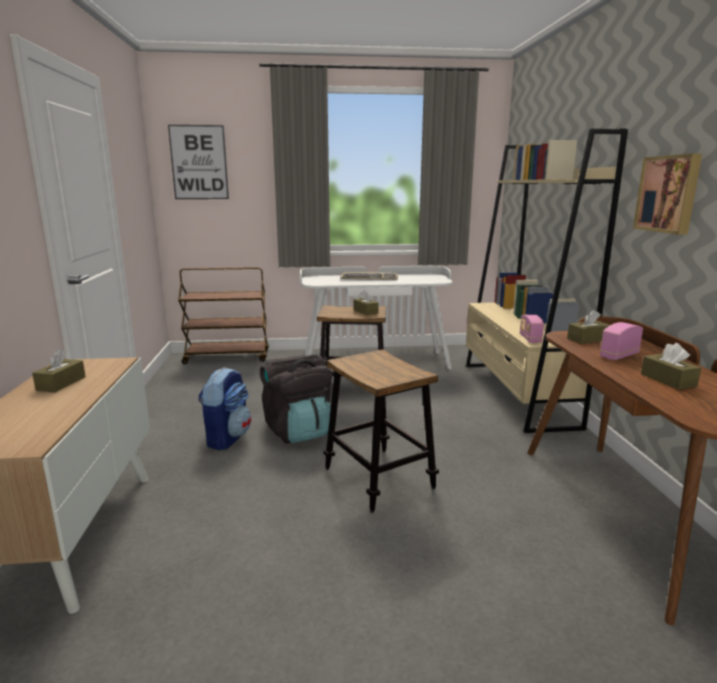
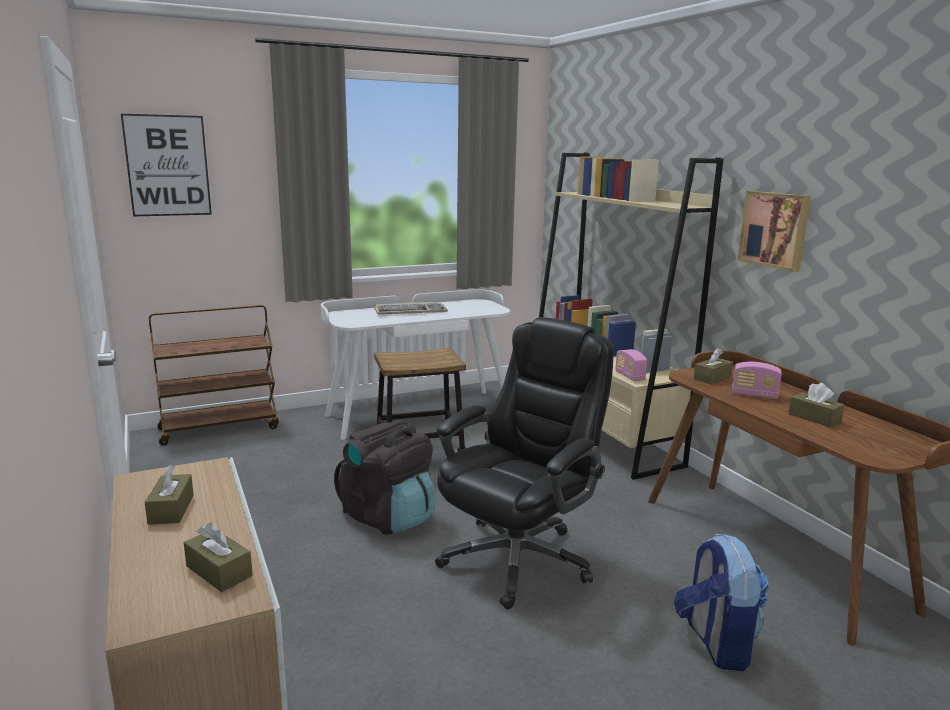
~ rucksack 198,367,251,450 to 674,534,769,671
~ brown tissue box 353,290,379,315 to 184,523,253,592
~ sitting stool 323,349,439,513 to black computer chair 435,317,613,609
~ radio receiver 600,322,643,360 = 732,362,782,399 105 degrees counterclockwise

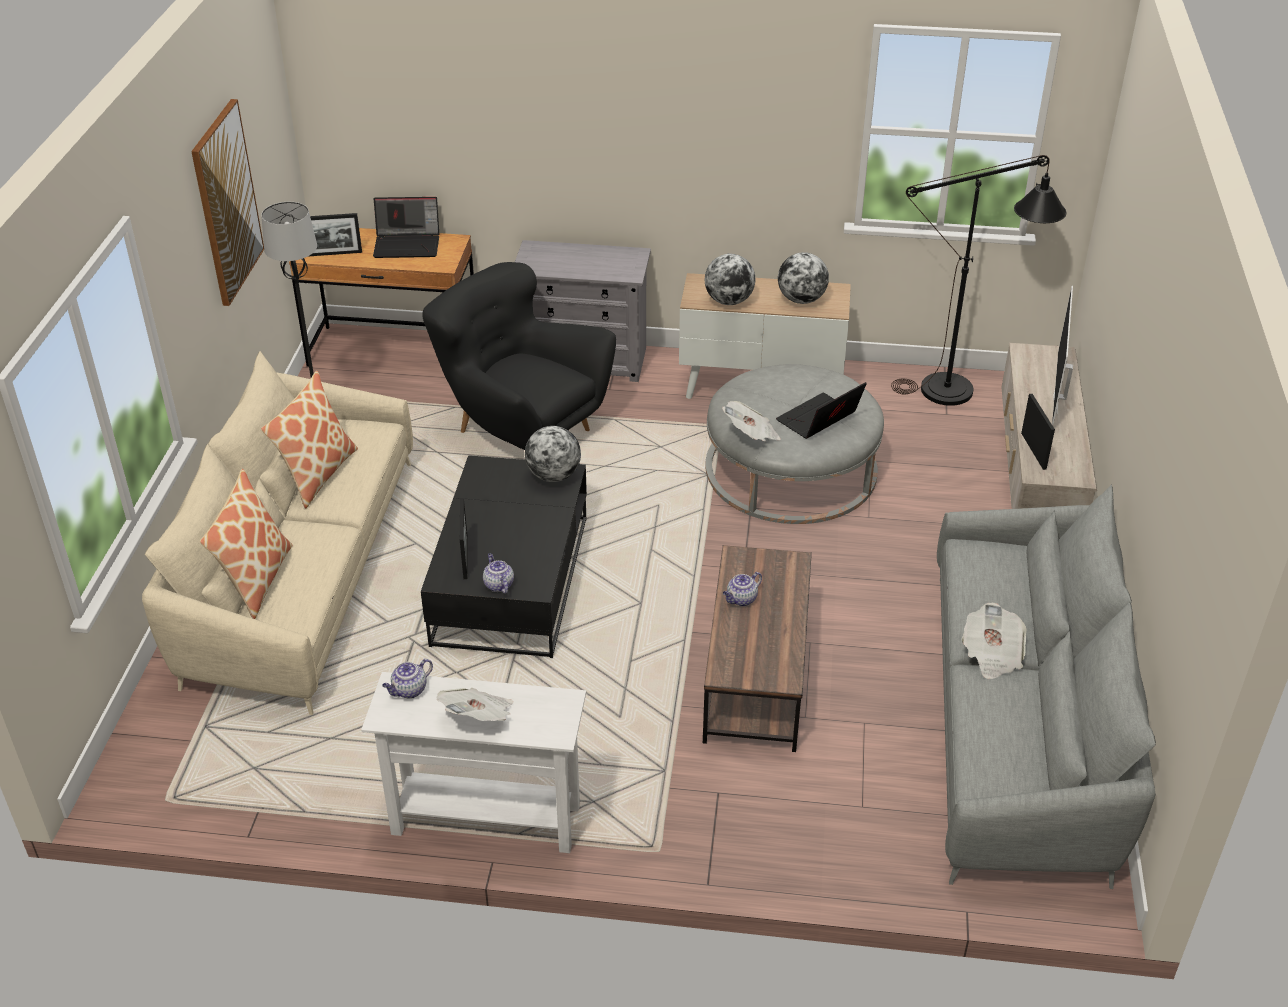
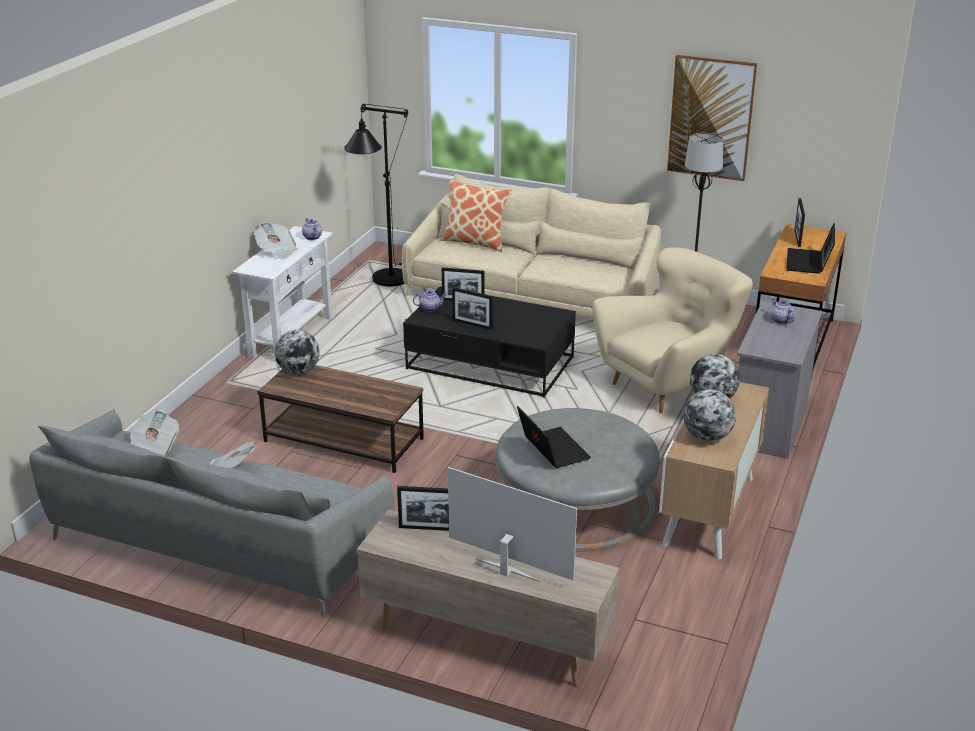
- pillow 261,371,358,509
+ photo frame 452,287,493,330
~ globe 525,426,581,482 to 275,330,320,374
~ printed paper 722,401,781,441 to 129,410,179,457
~ tea pot 723,572,762,606 to 771,298,795,324
~ black standing lamp 891,155,1066,406 to 344,104,408,286
~ black easy chair 422,262,616,450 to sand-coloured easy chair 592,247,753,413

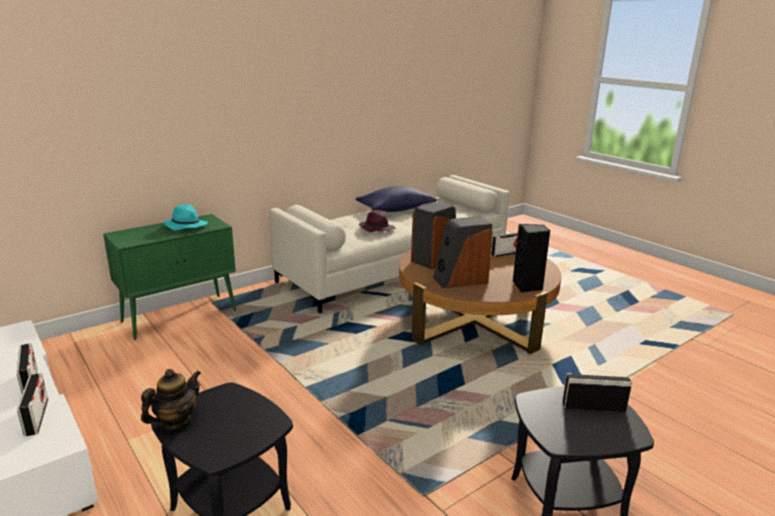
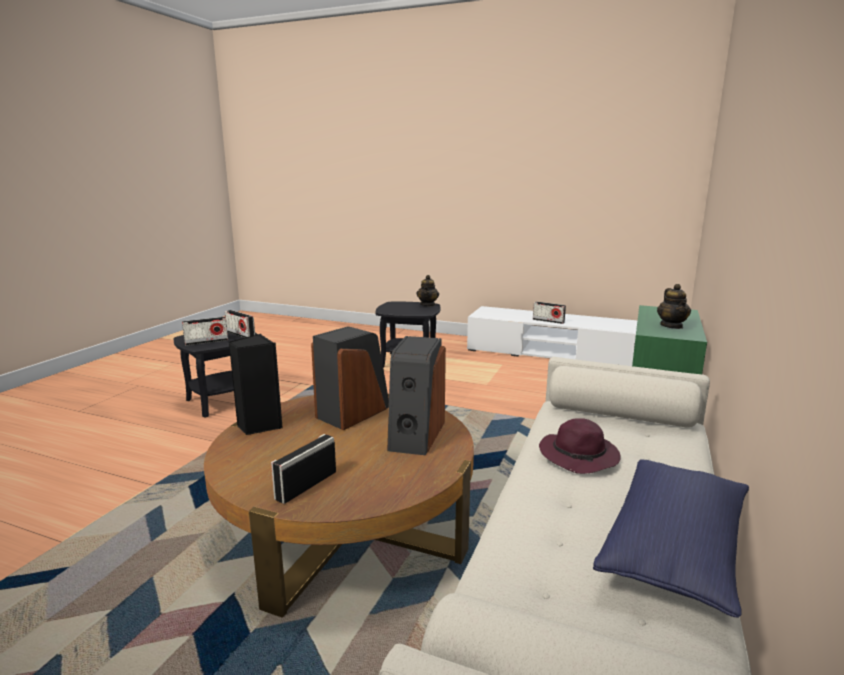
~ radio receiver 17,373,48,436 to 225,310,255,338
~ turquoise-coloured clothing hat 163,204,208,231 to tea pot 657,284,691,329

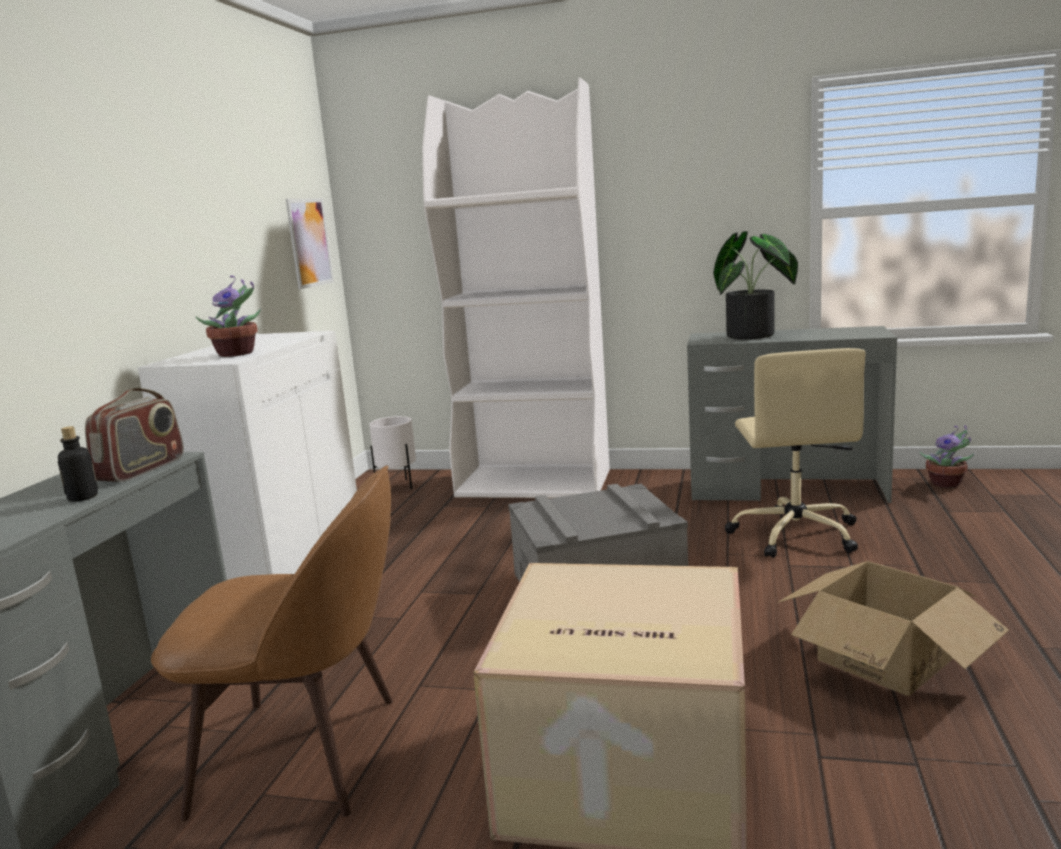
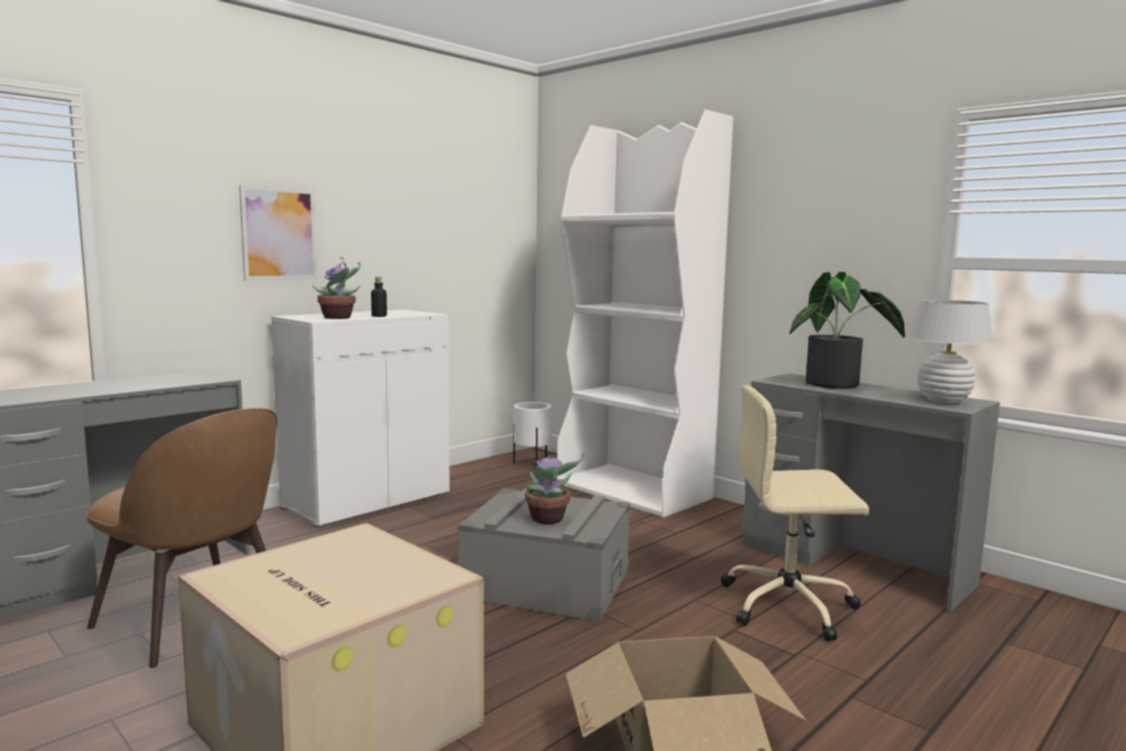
- radio receiver 85,388,184,482
+ white-coloured table lamp 909,300,993,404
~ drink bottle 58,426,98,501 to 371,277,387,317
~ wall art 286,199,334,289 to 239,185,317,281
~ potted plant 920,425,974,488 to 524,448,584,524
~ sand-coloured computer chair 724,348,866,558 = 721,385,869,642 60 degrees clockwise

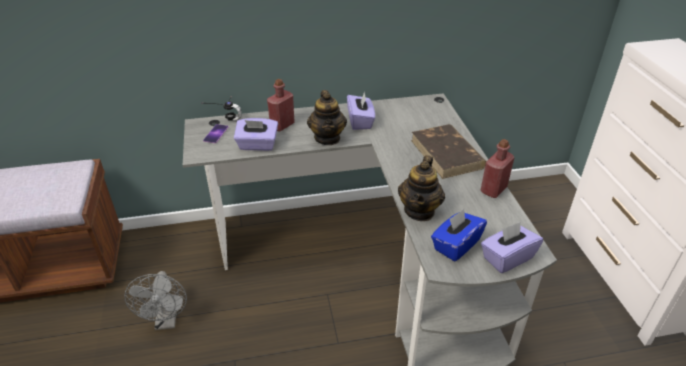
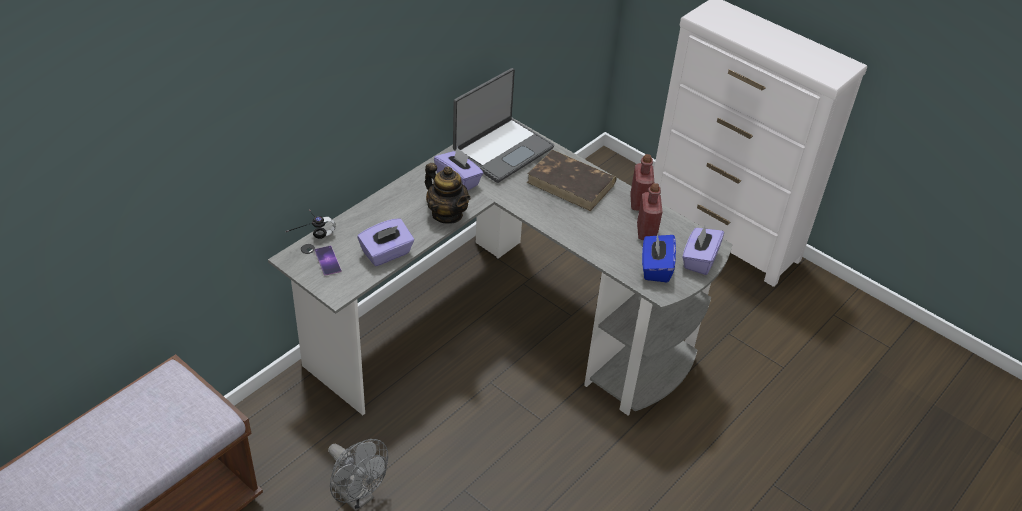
- tea pot 398,155,445,221
+ laptop 453,68,554,183
~ red-coloured drink bottle 267,79,295,132 to 637,183,662,240

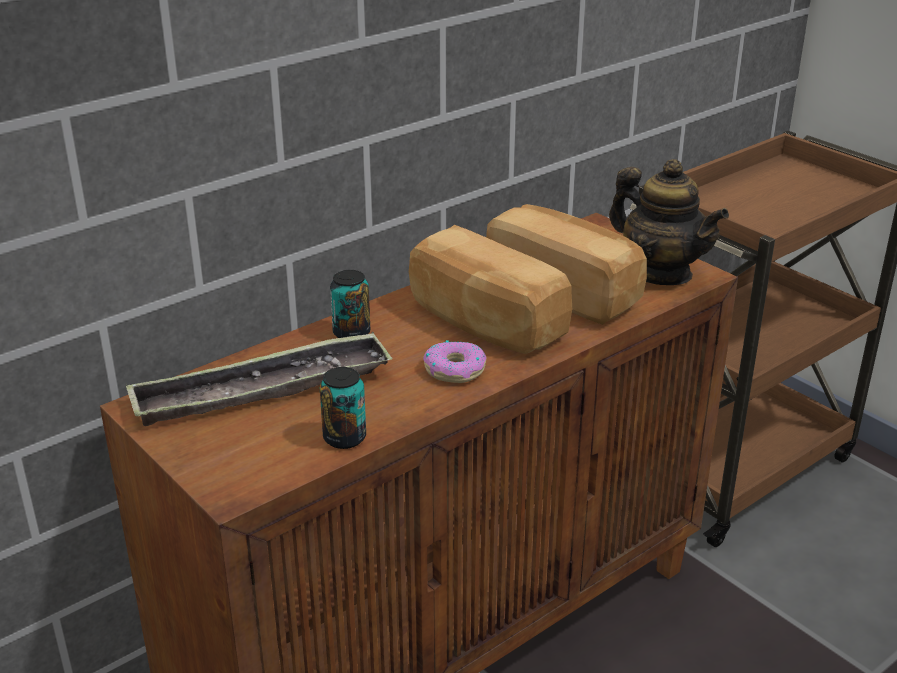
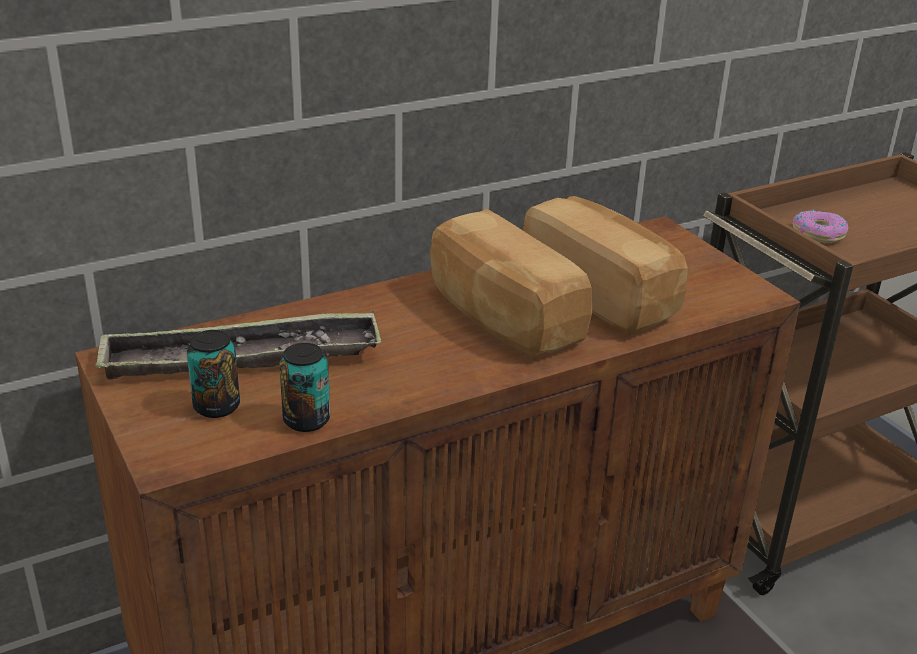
- tea pot 609,159,729,285
~ metal can 330,270,370,338 to 187,330,240,418
~ doughnut 423,340,486,383 to 793,210,848,243

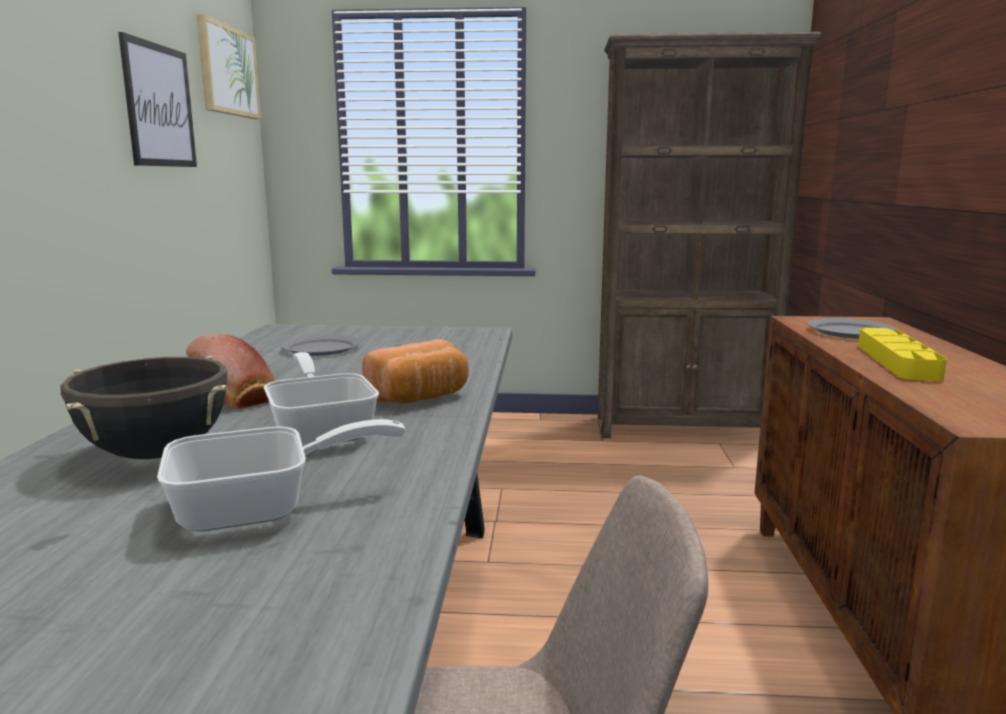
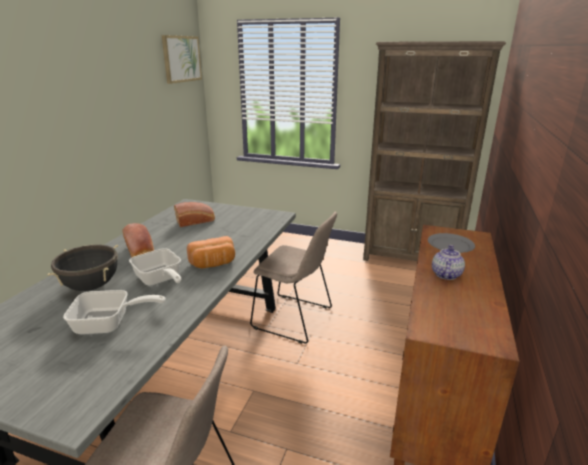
- wall art 118,32,197,167
+ sand-coloured upright chair 250,212,337,344
~ grey dinner plate 280,335,361,356 to bakery bread 174,202,215,227
~ yellowish tray 858,328,947,381 to tea pot 432,245,465,280
~ frying pan 264,352,379,446 = 129,248,181,286 150 degrees clockwise

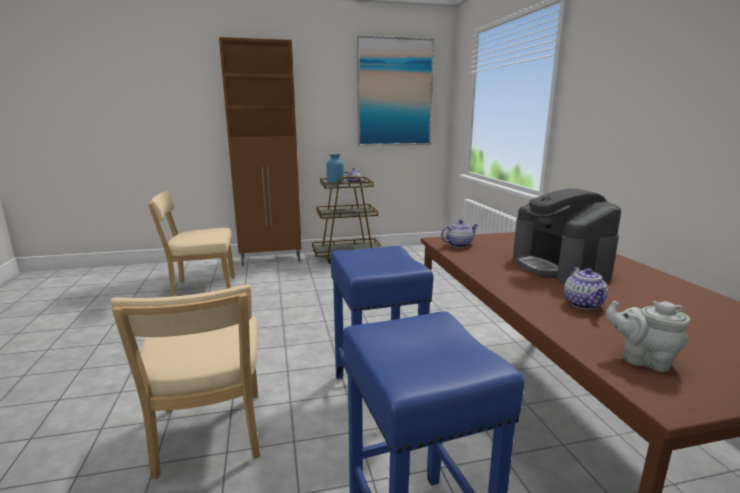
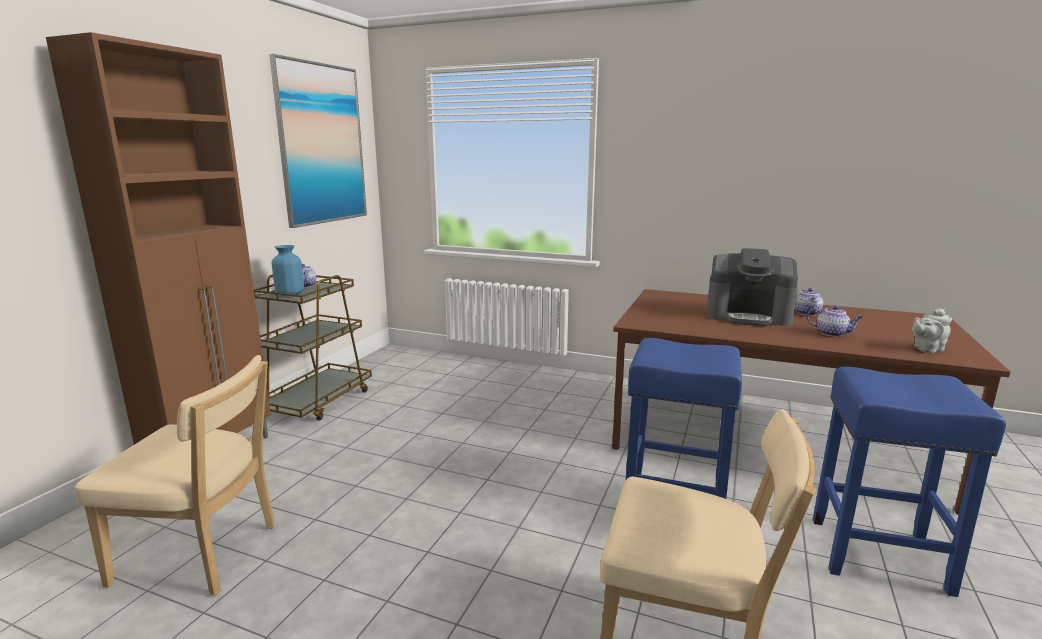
~ tea pot 441,220,478,248 to 795,288,823,316
~ sand-coloured upright chair 148,191,235,297 = 75,355,275,596 105 degrees counterclockwise

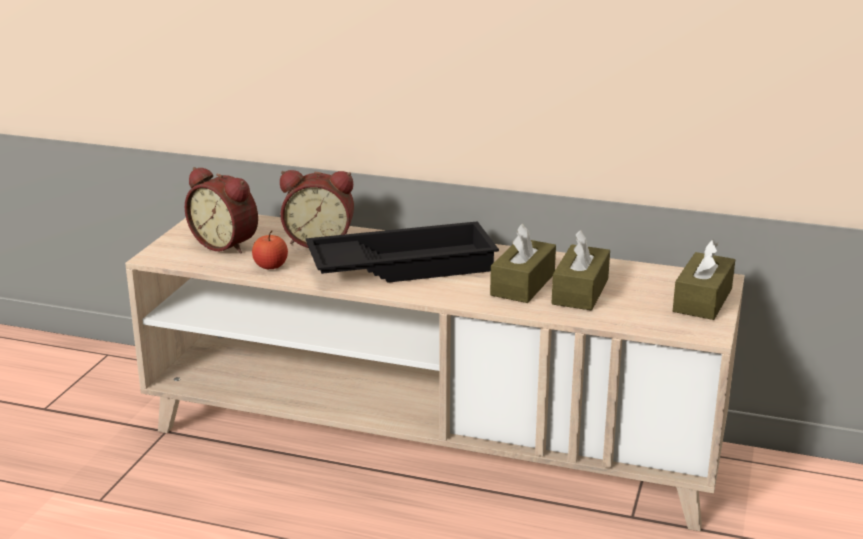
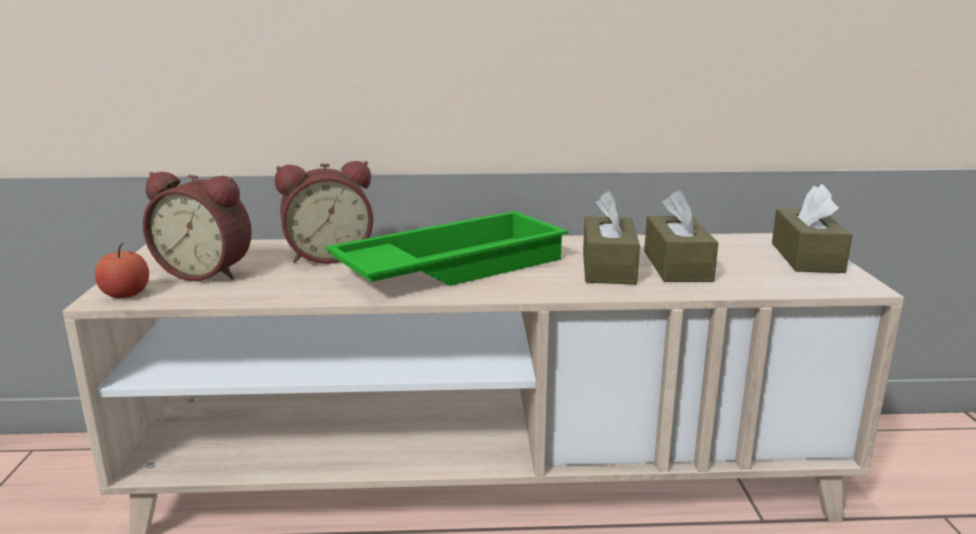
~ apple fruit 252,231,288,269 to 95,243,149,298
~ black tray 306,221,499,283 to green tray 325,211,569,286

